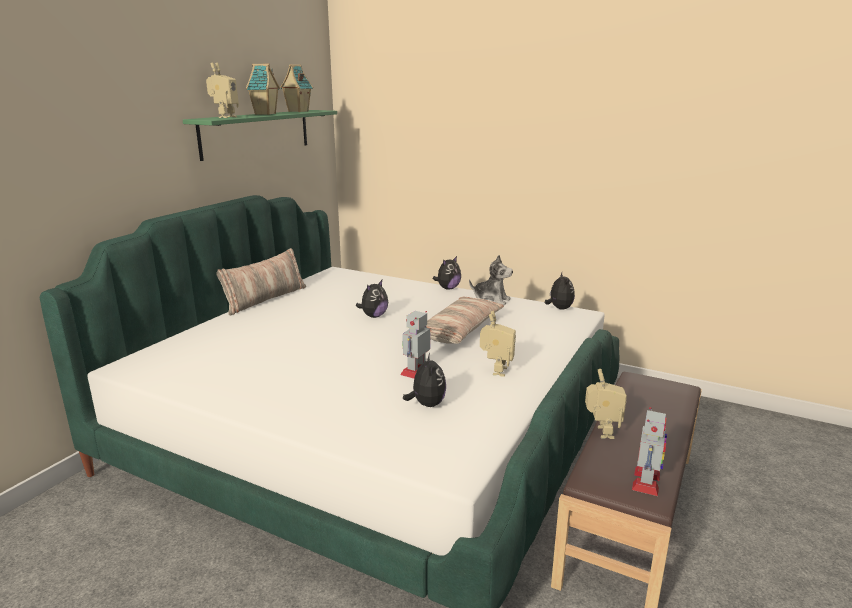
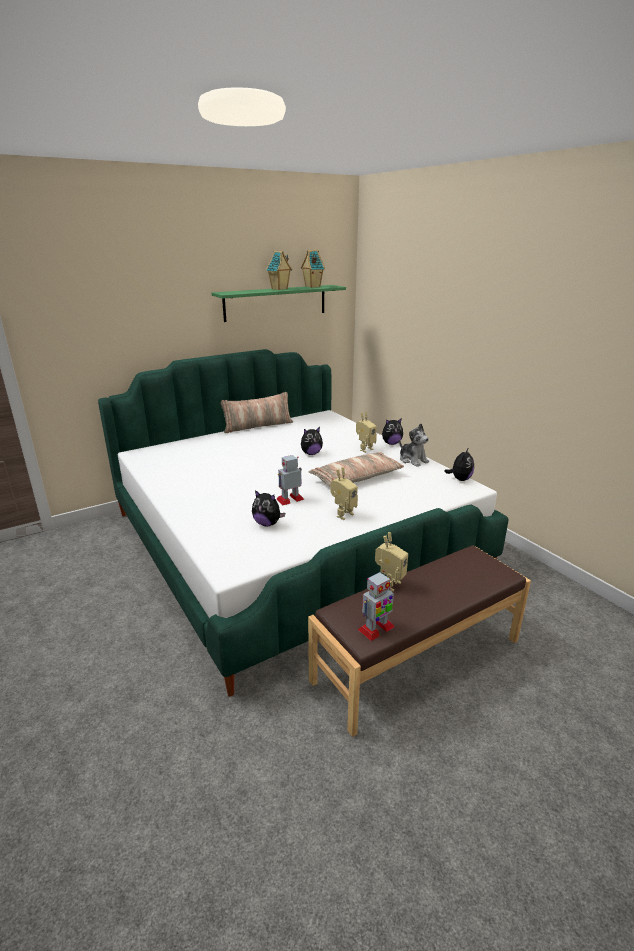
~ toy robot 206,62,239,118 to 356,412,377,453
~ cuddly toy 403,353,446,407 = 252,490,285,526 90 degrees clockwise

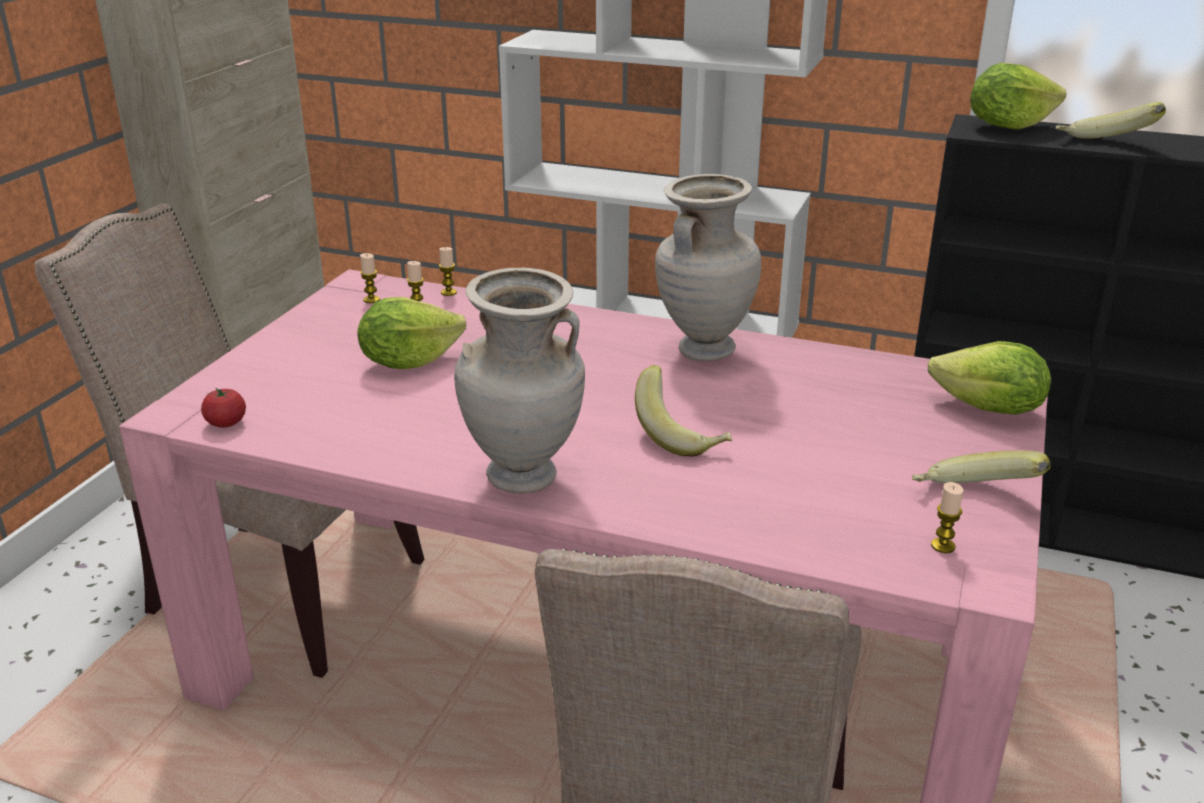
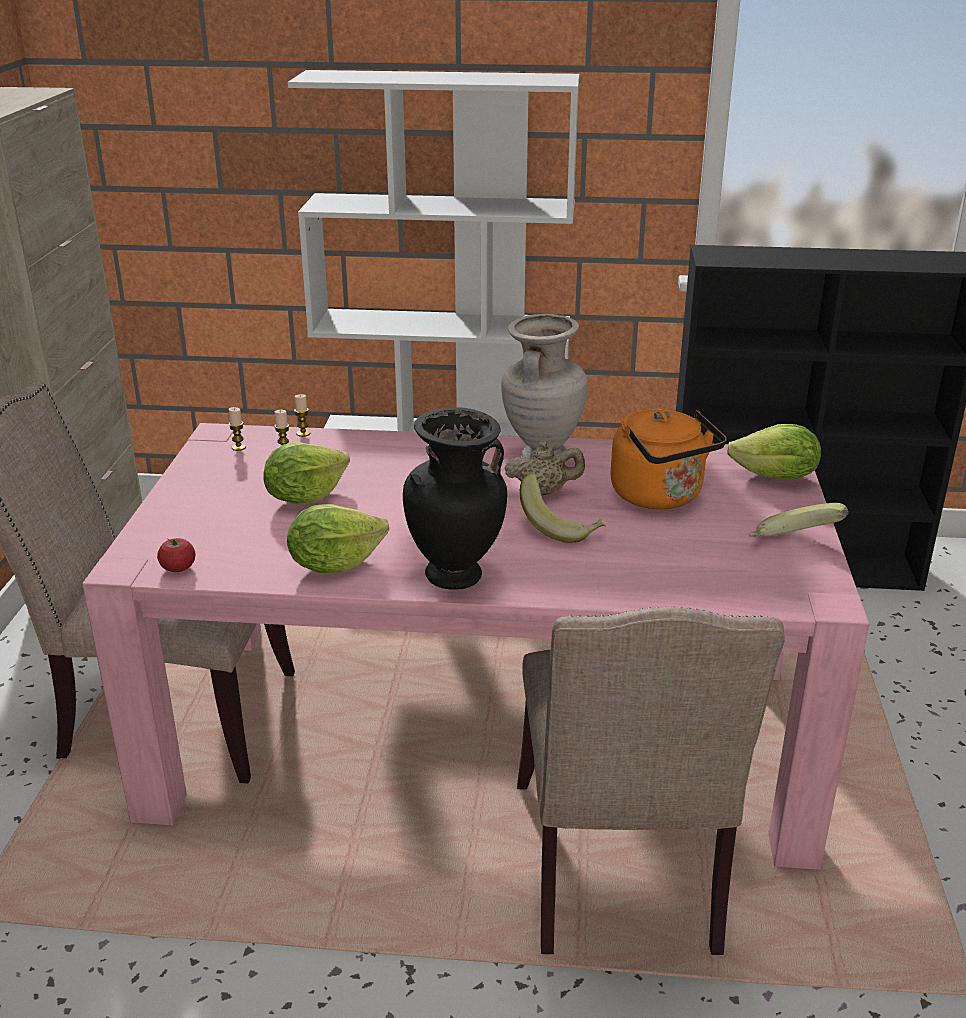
- wax light 931,482,963,553
- banana 1056,102,1166,139
+ sand-coloured tea pot 504,441,585,495
+ orange kettle 610,409,727,509
~ head of lettuce 970,63,1067,130 to 287,504,389,574
~ sand-coloured vase 454,268,585,494 to black vase 403,407,507,590

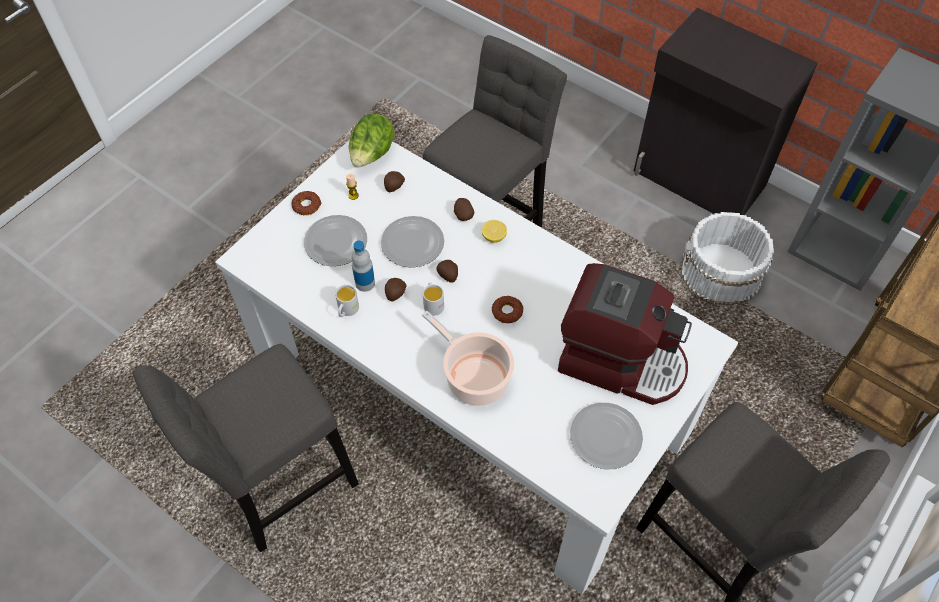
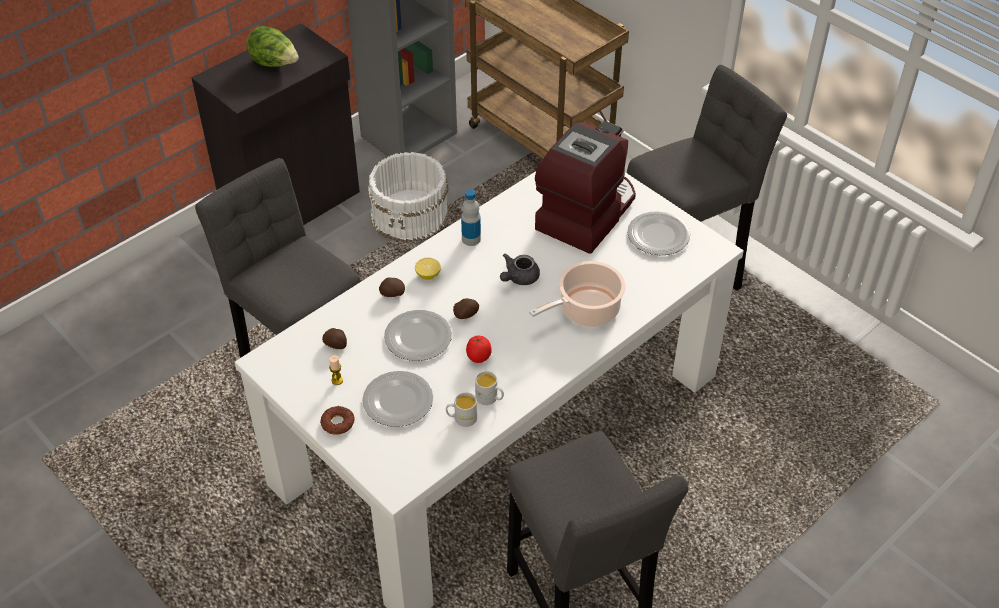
~ head of lettuce 349,114,395,167 to 247,26,299,67
~ drink bottle 351,241,375,292 to 461,189,481,246
~ white-coloured mug 423,282,444,316 to 446,392,477,427
~ potato 385,278,407,302 to whole tomato 466,335,492,363
~ doughnut 492,296,523,323 to grey tea pot 500,254,540,285

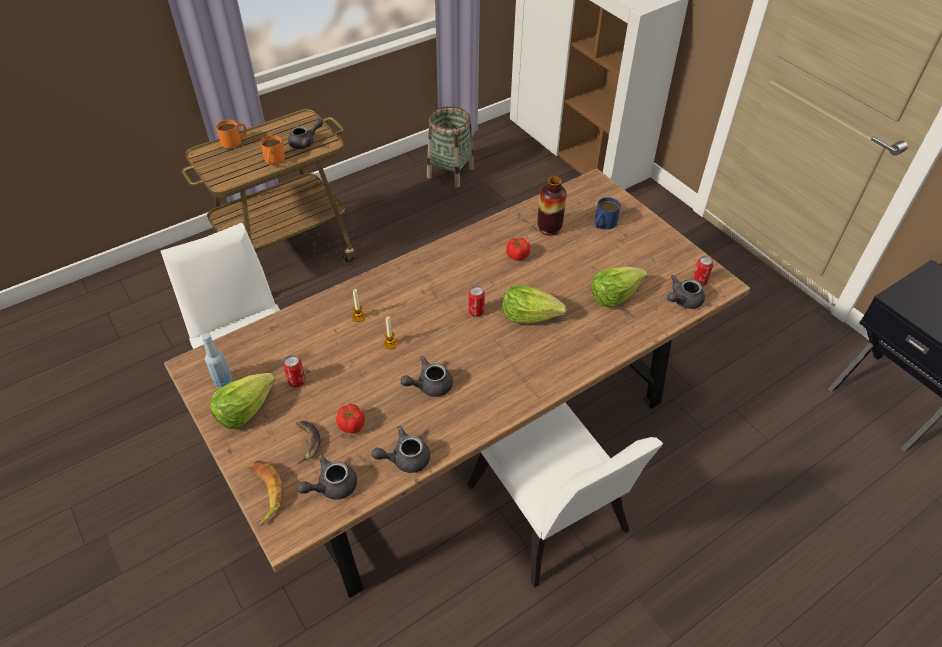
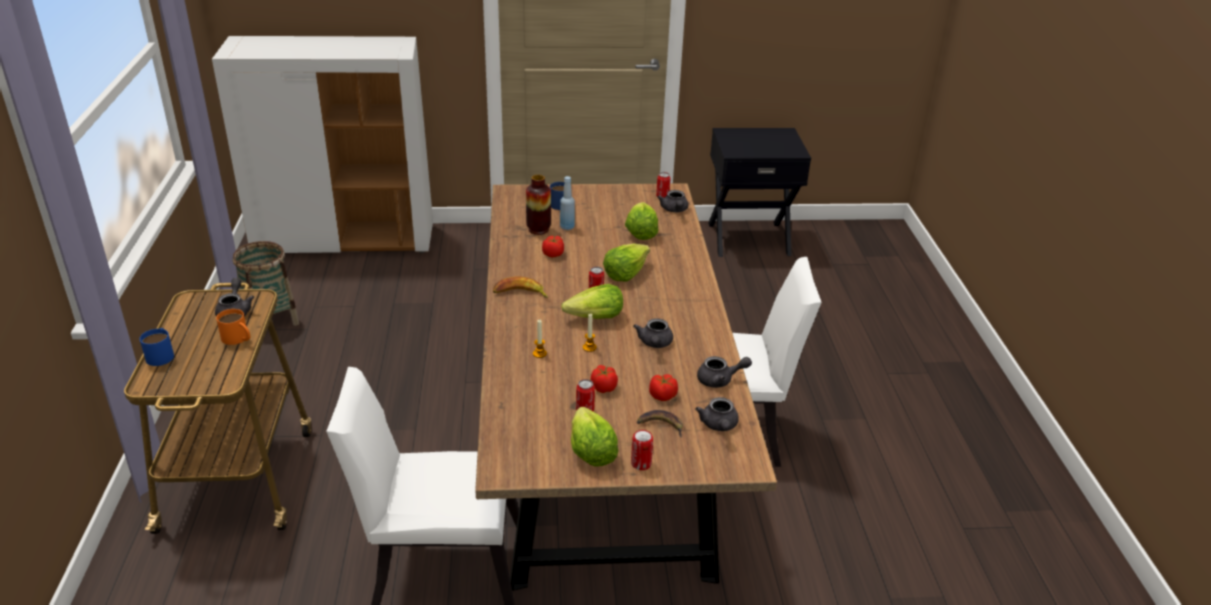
+ head of lettuce 561,284,623,319
+ whole tomato 591,365,618,393
+ metal can 631,430,653,470
~ blue drink bottle 202,333,232,387 to 560,176,575,230
~ banana 247,461,283,525 to 493,276,548,298
~ orange mug 216,120,247,148 to blue mug 140,328,174,366
~ grey tea pot 372,426,430,473 = 697,356,752,388 105 degrees counterclockwise

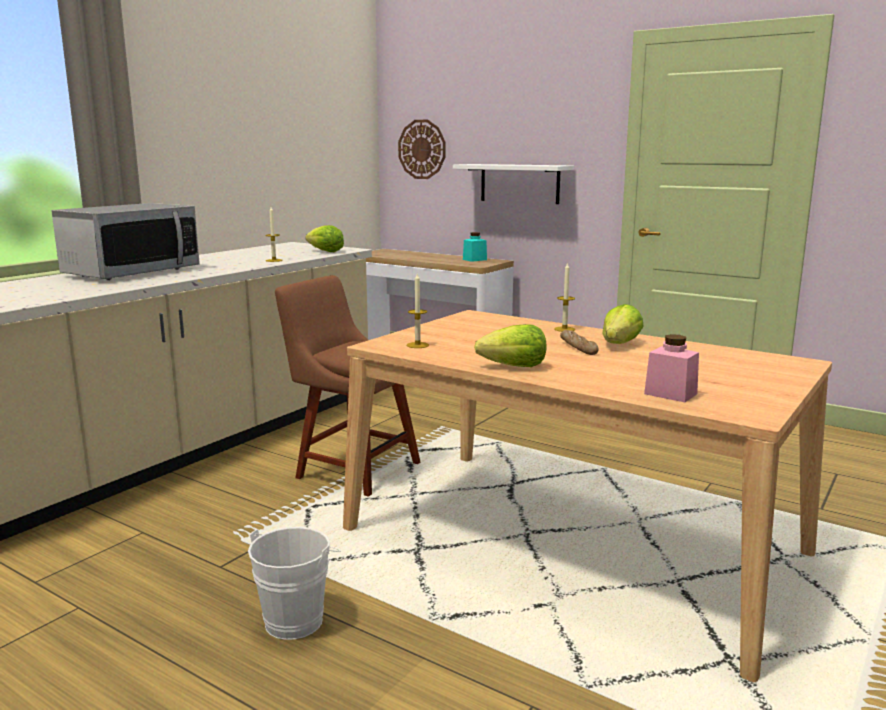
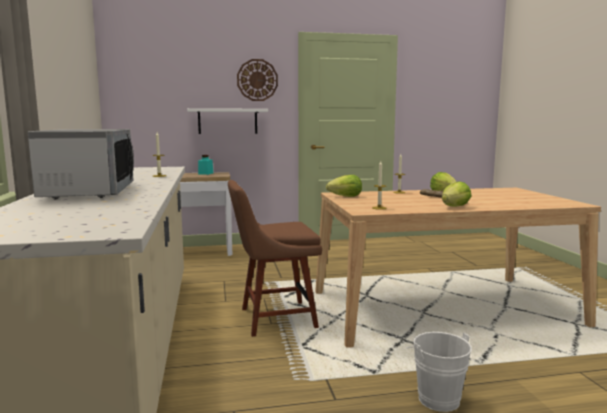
- pink-coloured storage jar 644,334,699,402
~ head of lettuce 305,225,344,252 to 326,175,362,197
~ hanging clock 398,120,445,179 to 237,59,278,101

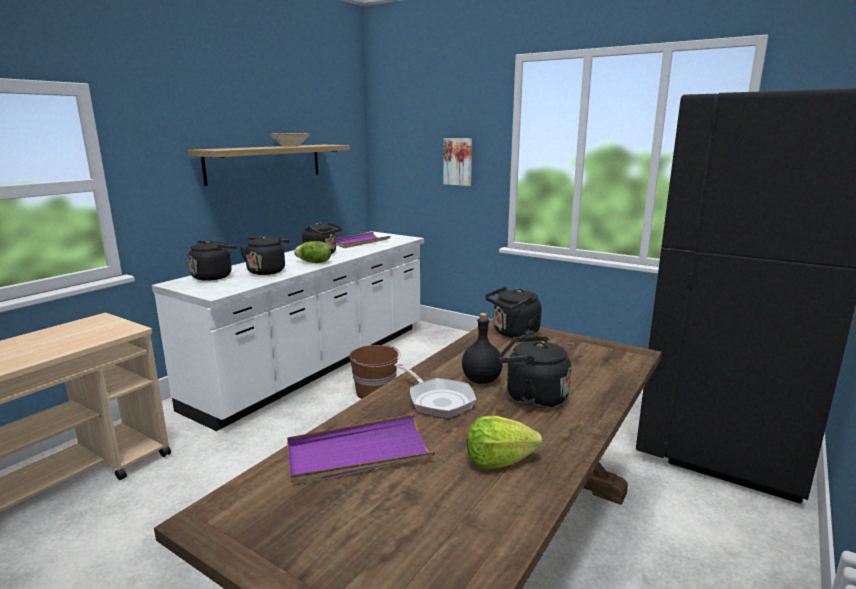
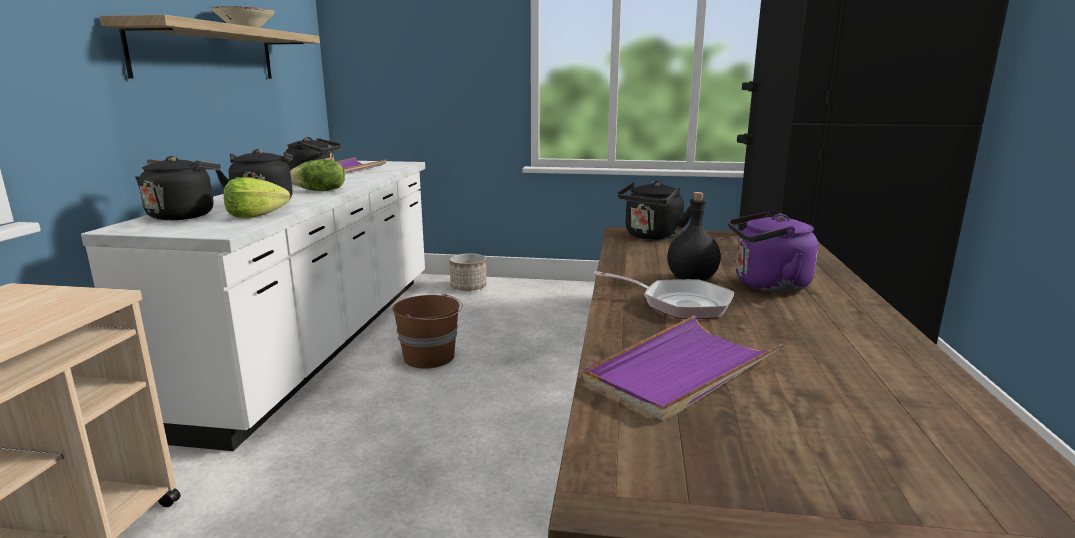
- wall art 443,138,472,186
+ plant pot 449,253,487,291
~ head of lettuce 467,416,542,468 to 224,177,290,218
~ black kettle 498,336,571,408 to purple-coloured kettle 728,212,818,293

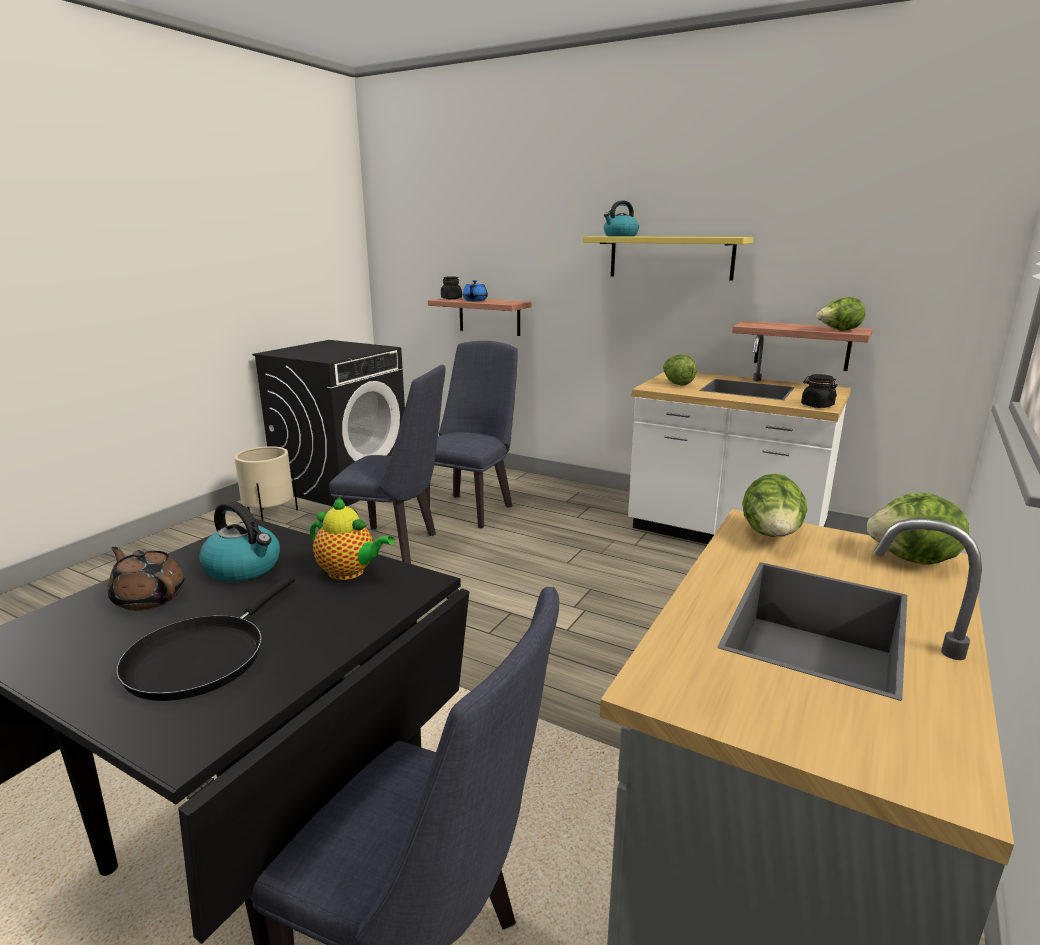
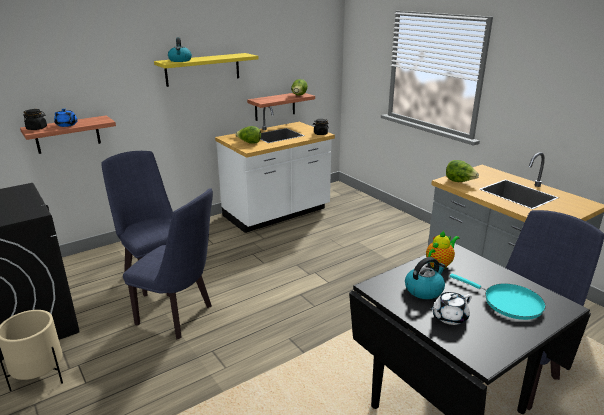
- head of lettuce 867,493,969,565
~ brown tea pot 108,547,185,611 to white-coloured tea pot 430,292,472,325
~ black frying pan 116,576,295,701 to turquoise-coloured frying pan 450,274,546,320
~ blue upright chair 329,365,446,564 = 123,188,213,339 75 degrees clockwise

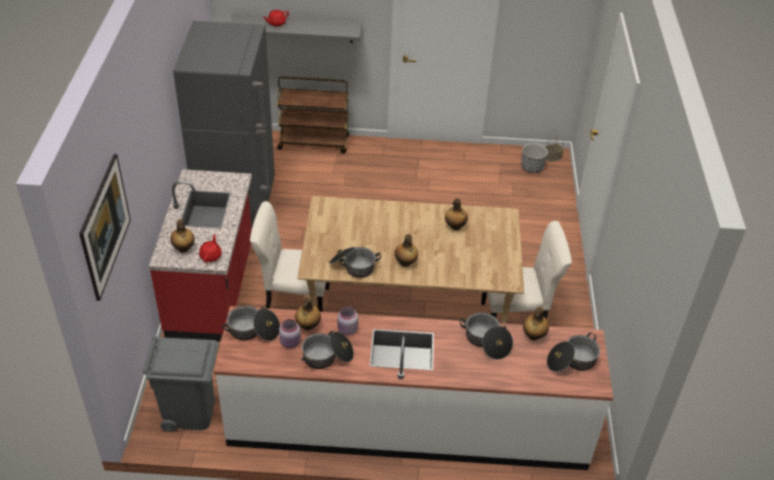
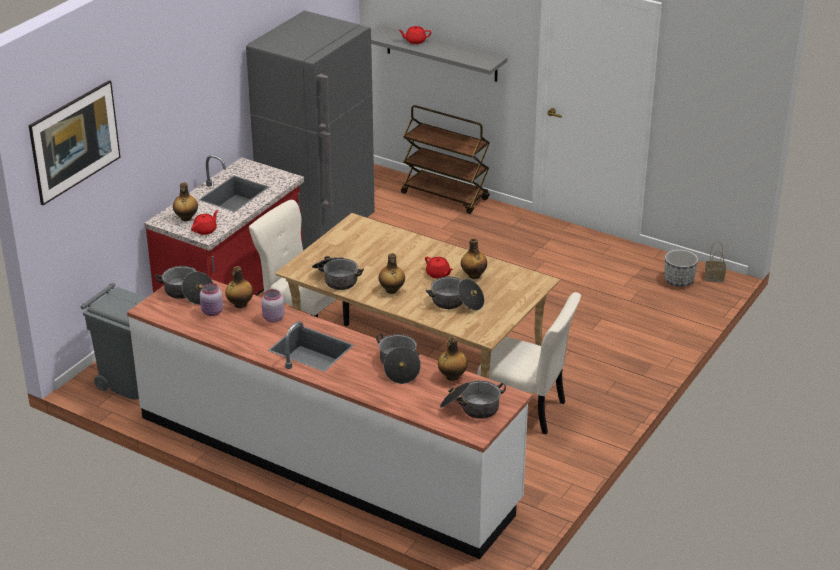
+ red-coloured tea pot 425,257,453,279
~ saucepot 301,331,354,369 to 426,277,484,311

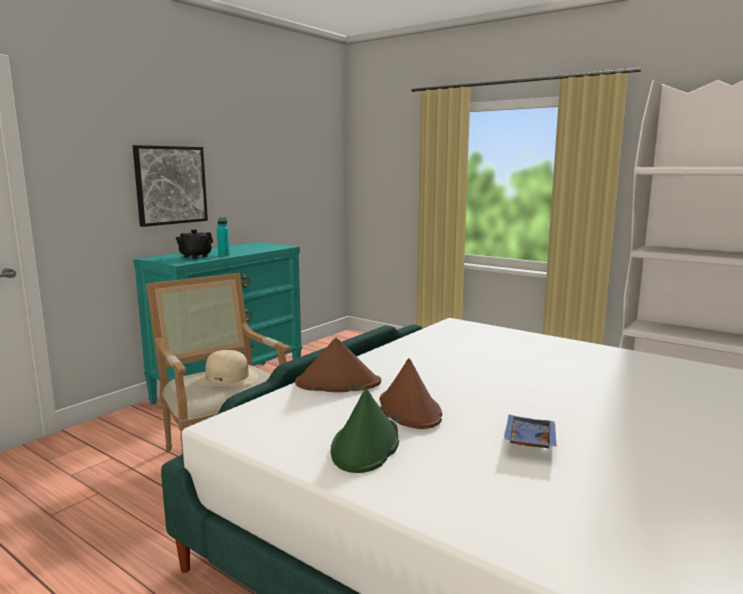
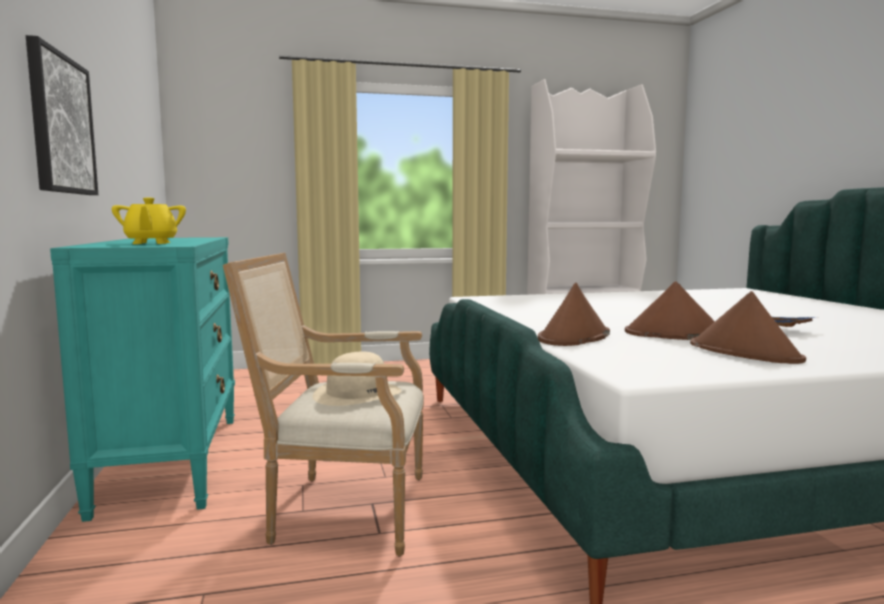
- turquoise-coloured drink bottle 217,217,230,256
~ black tea pot 176,230,213,259 to yellowish tea pot 112,198,186,244
~ green clothing hat 331,388,399,473 to brown clothing hat 690,291,806,364

